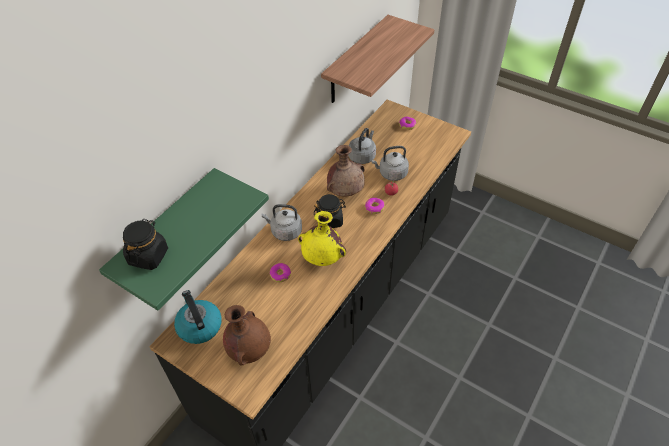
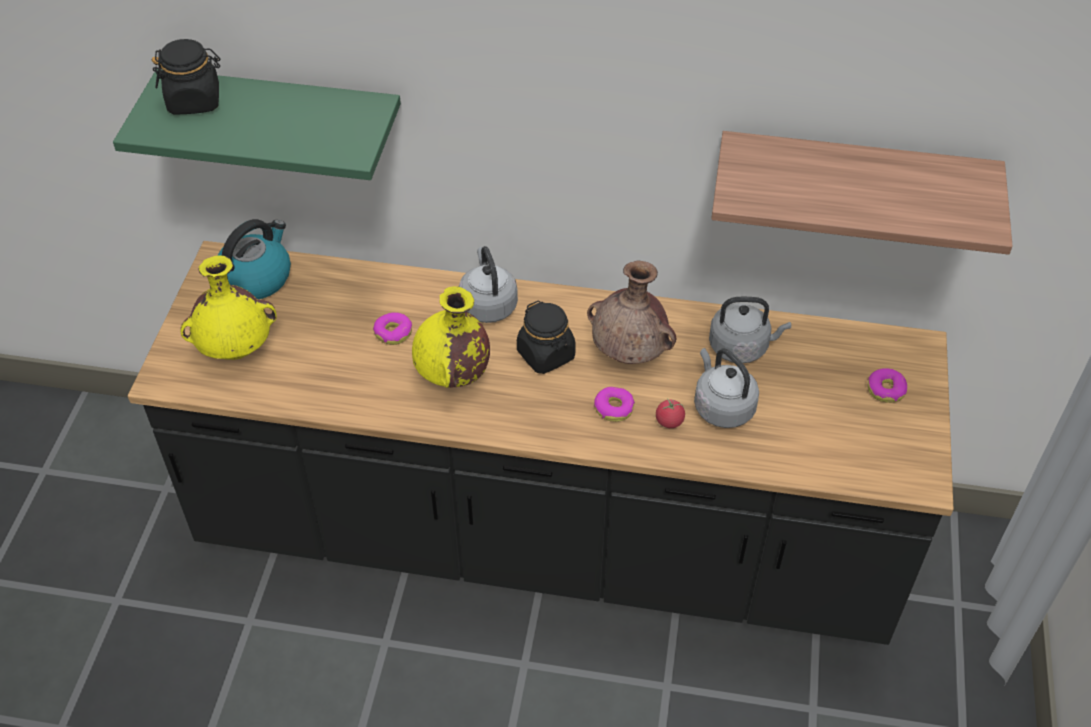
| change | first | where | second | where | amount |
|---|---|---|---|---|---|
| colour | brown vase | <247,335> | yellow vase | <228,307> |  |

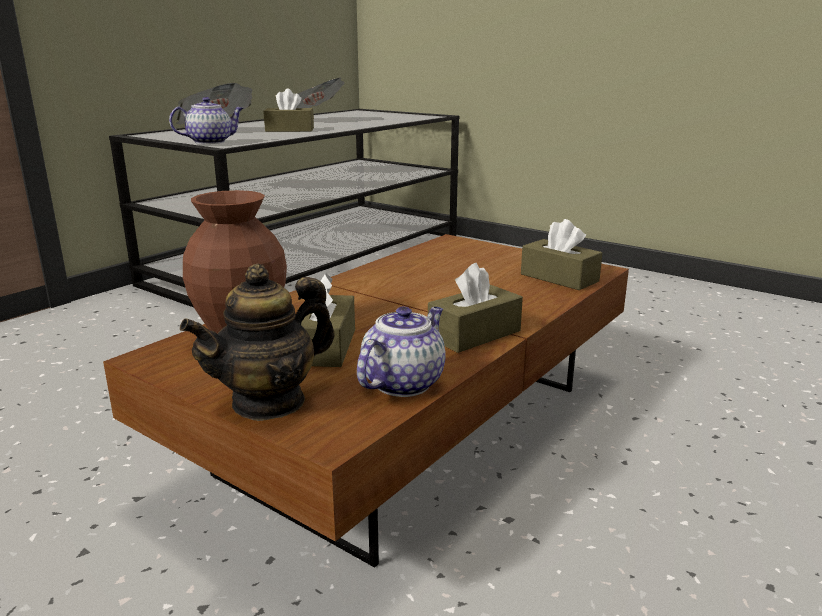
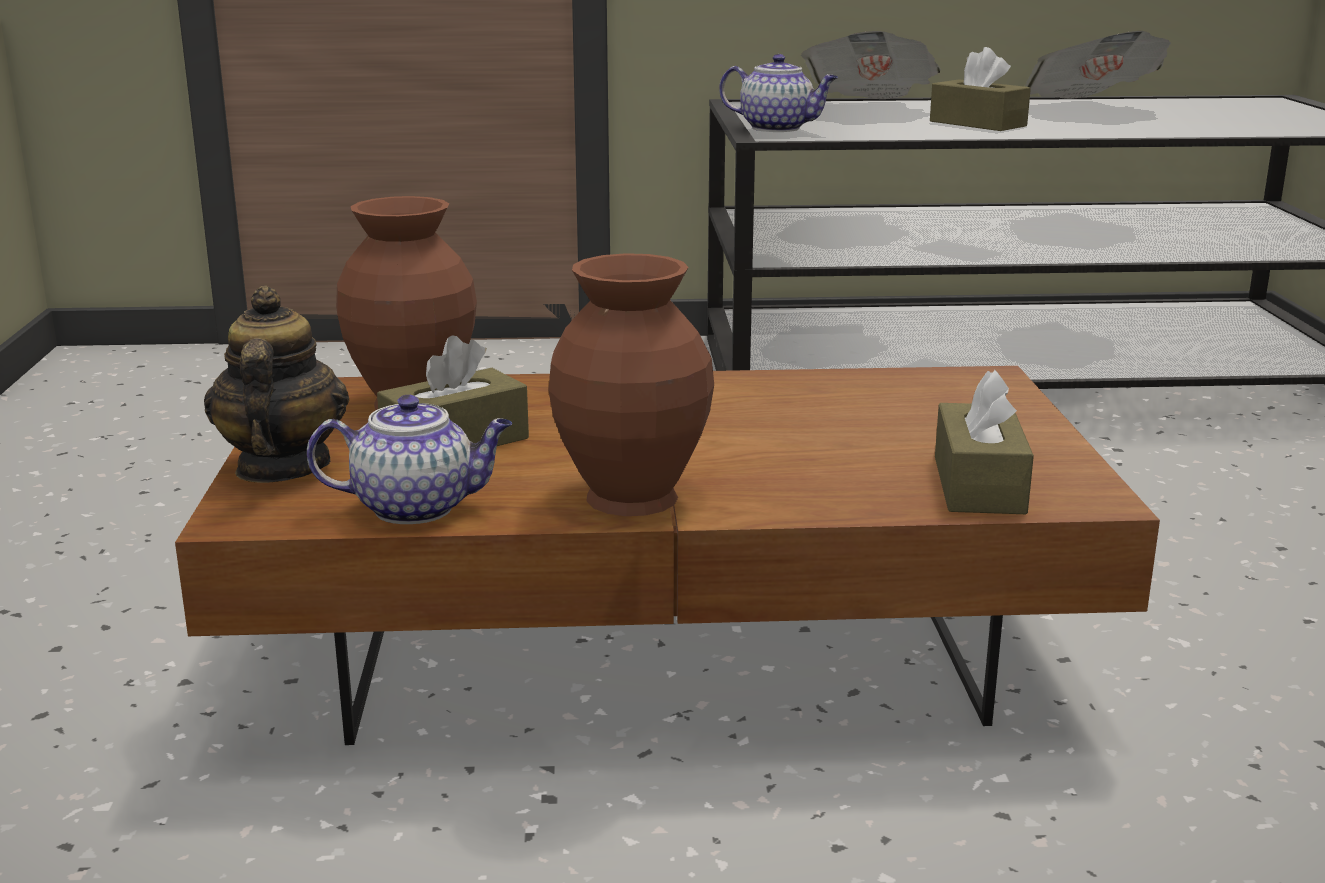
| change | first | where | second | where | amount |
|---|---|---|---|---|---|
| spun | teapot | <257,342> |  | <276,384> | 75 degrees clockwise |
| exchanged | brown tissue box | <475,308> | brown vase | <631,384> |  |

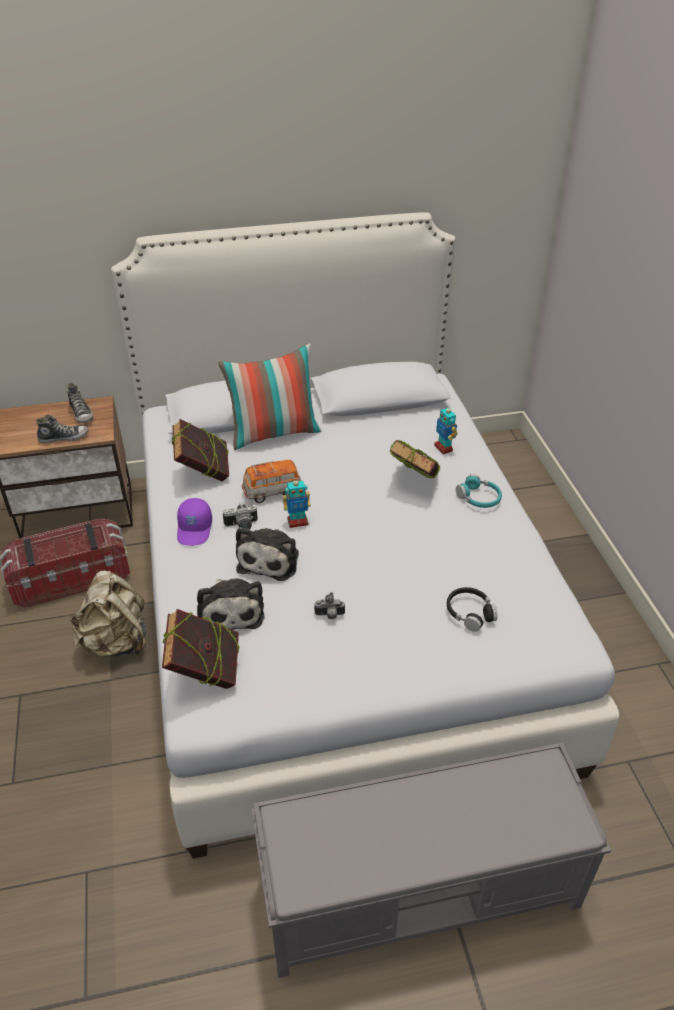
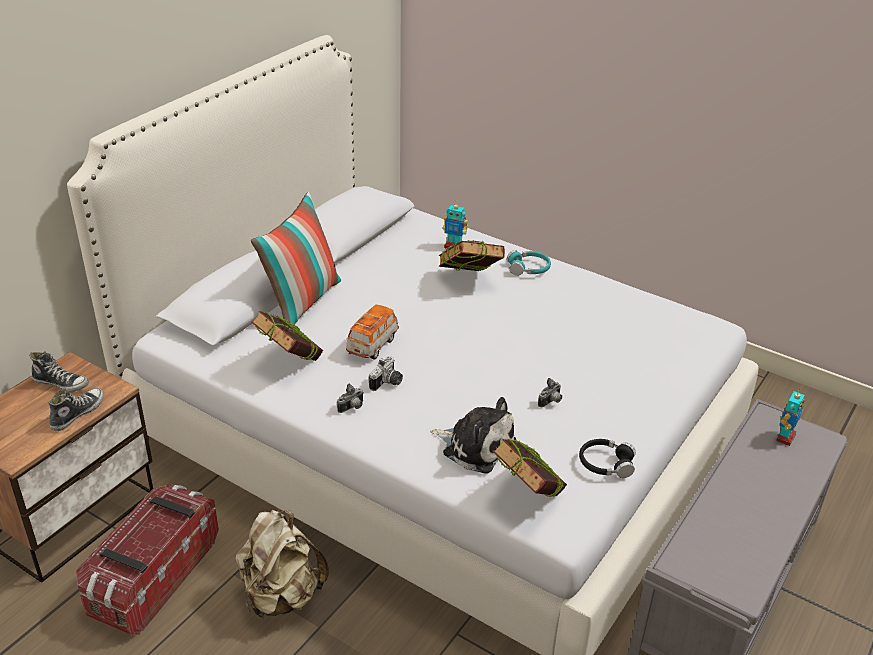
| change | first | where | second | where | amount |
|---|---|---|---|---|---|
| relocated | toy robot | <296,502> |  | <790,417> |  |
| exchanged | purple cap | <194,522> | photo camera | <350,398> |  |
| missing | plush toy | <267,554> |  |  |  |
| relocated | black headphones | <472,609> |  | <607,458> |  |

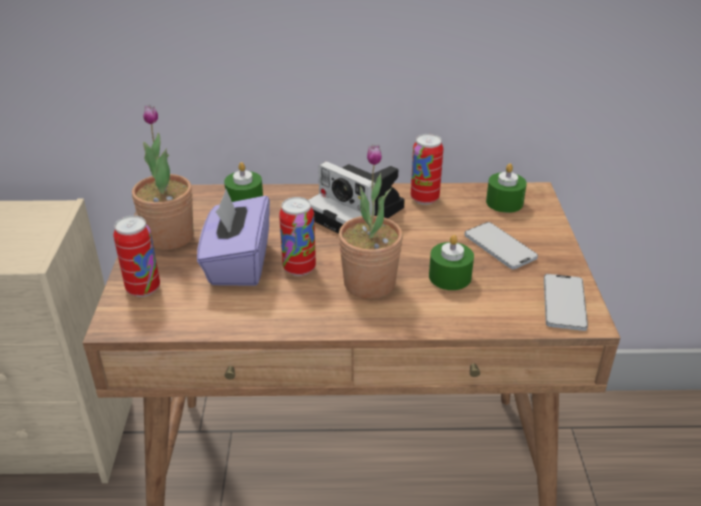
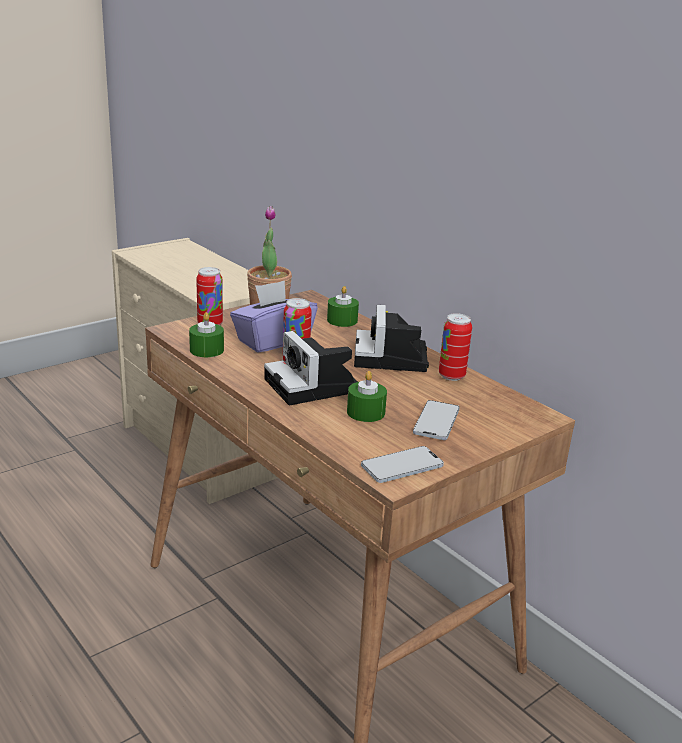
| change | first | where | second | where | amount |
|---|---|---|---|---|---|
| exchanged | potted plant | <370,221> | photo camera | <311,368> |  |
| relocated | green candle | <506,188> |  | <206,334> |  |

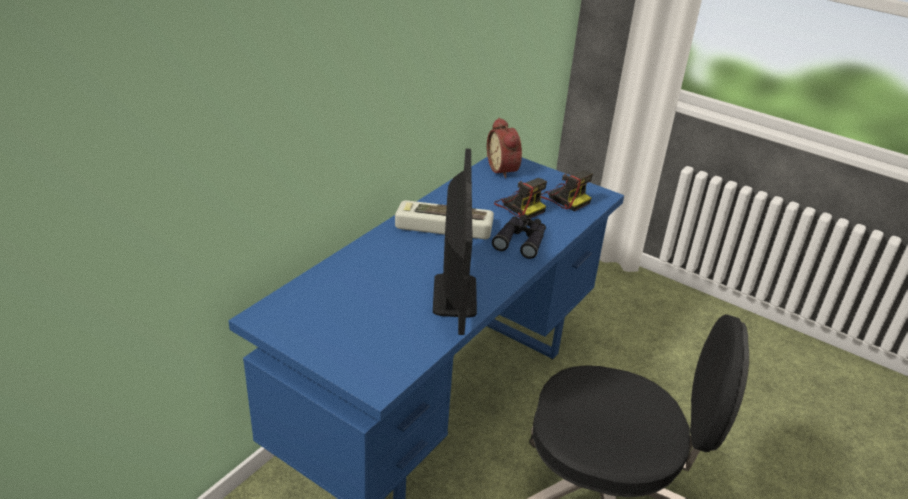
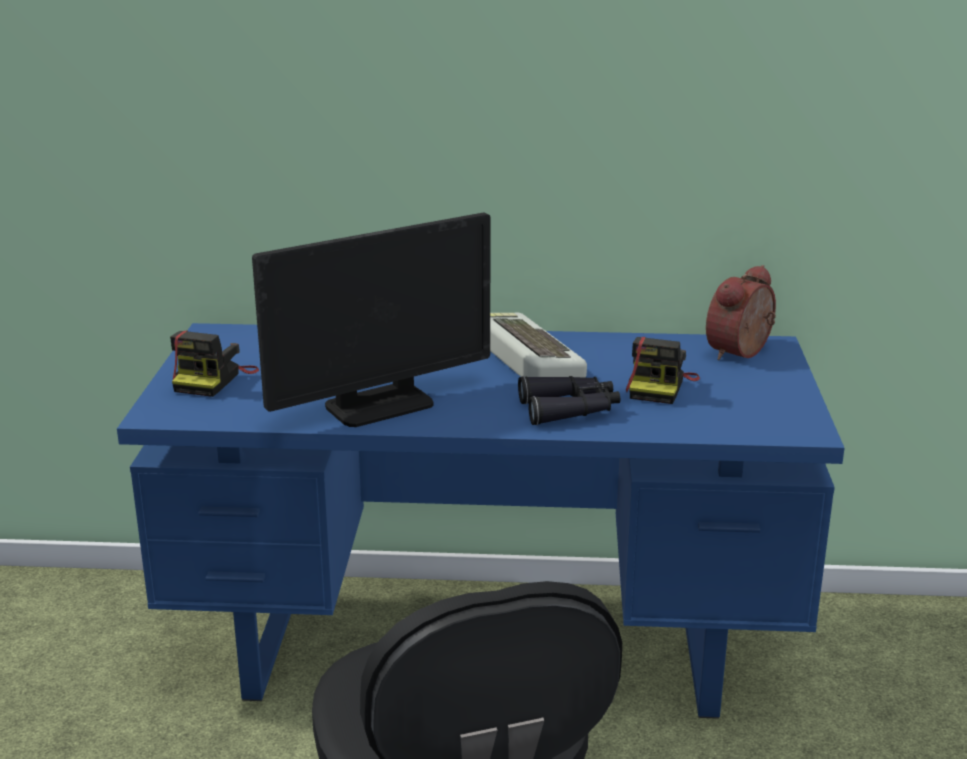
| change | first | where | second | where | amount |
|---|---|---|---|---|---|
| relocated | photo camera | <567,190> |  | <214,364> |  |

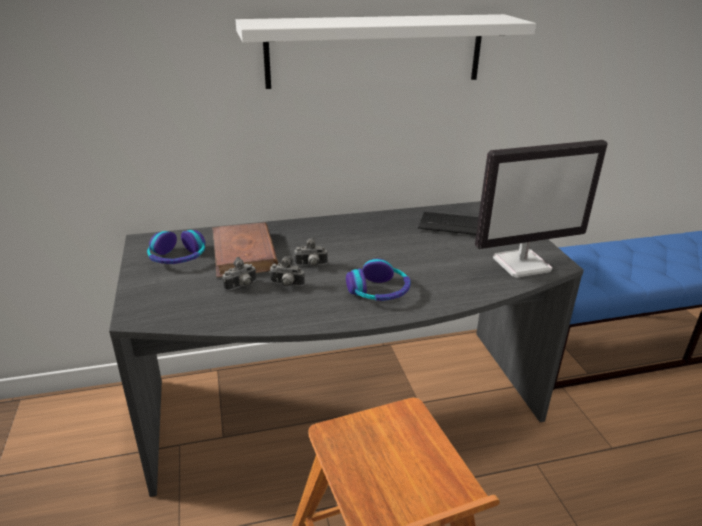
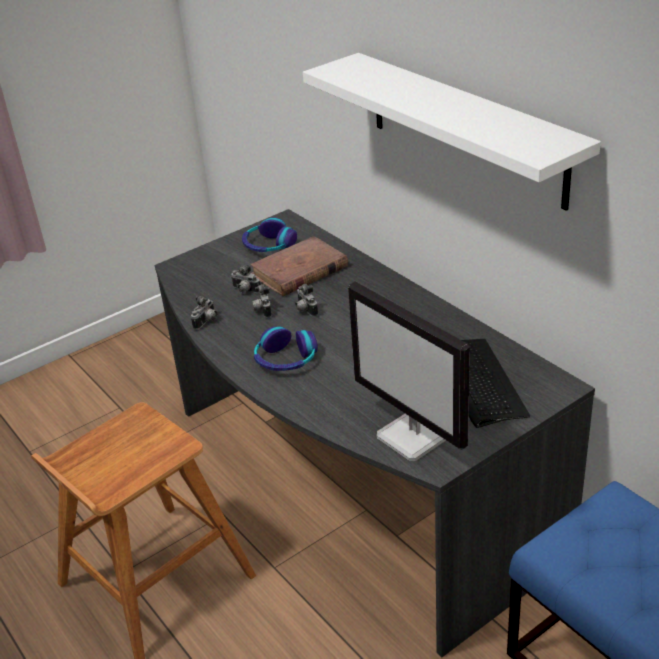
| change | first | where | second | where | amount |
|---|---|---|---|---|---|
| appeared |  |  | photo camera | <204,313> |  |

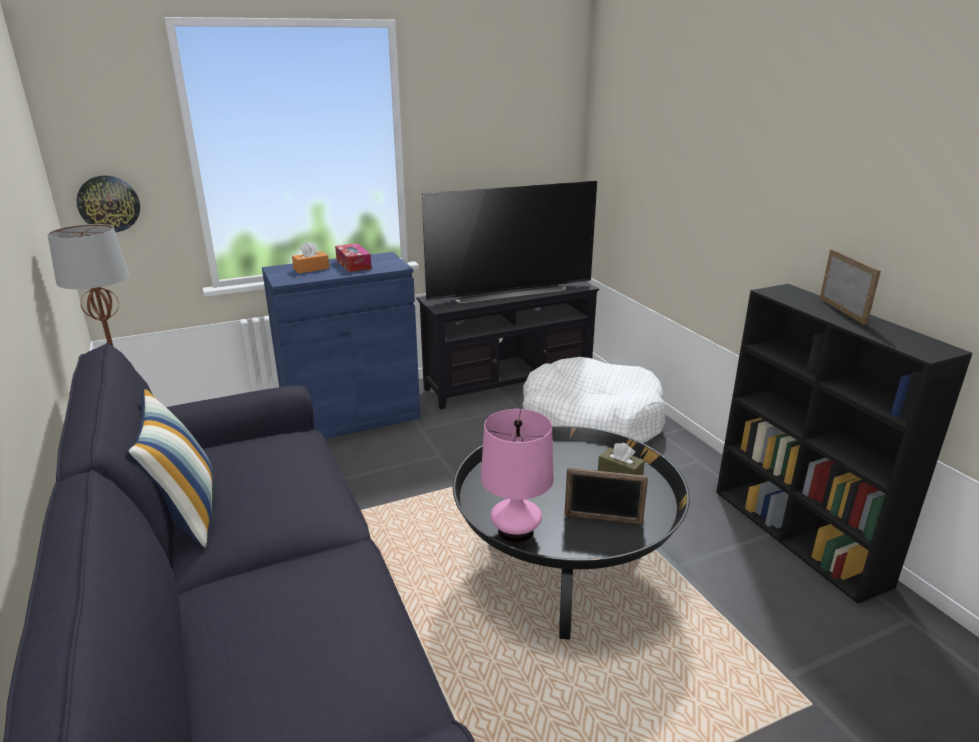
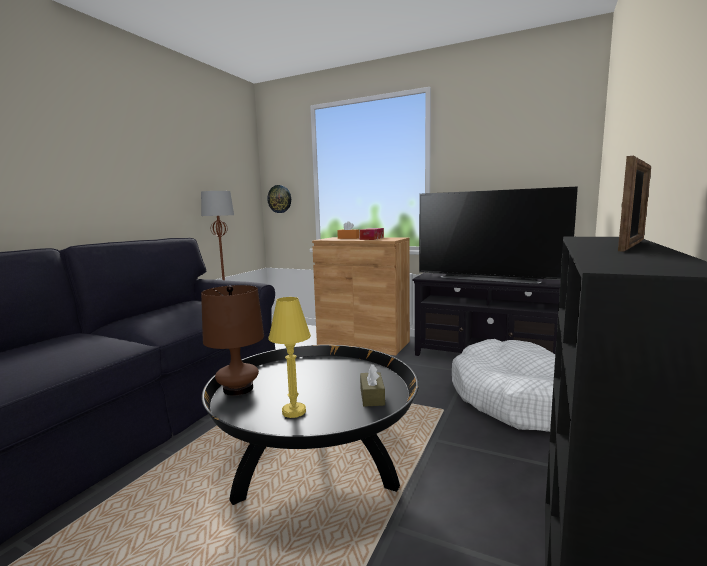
| change | first | where | second | where | amount |
|---|---|---|---|---|---|
| colour | blue cabinet | <341,345> | brown cabinet | <361,296> |  |
| missing | pillow | <170,468> |  |  |  |
| colour | pink table lamp | <517,476> | brown table lamp | <232,340> |  |
| exchanged | picture frame | <606,496> | yellow table lamp | <289,357> |  |

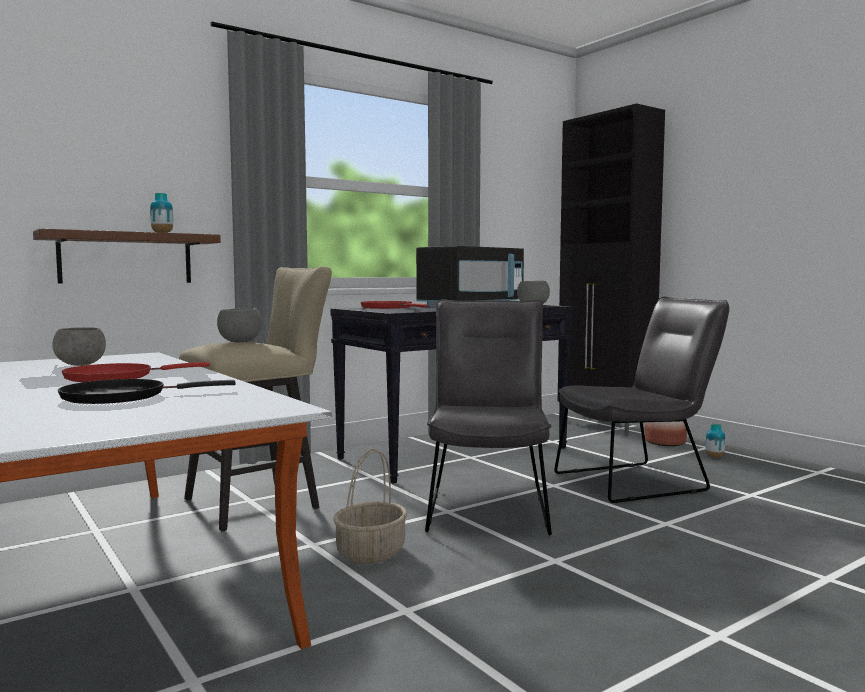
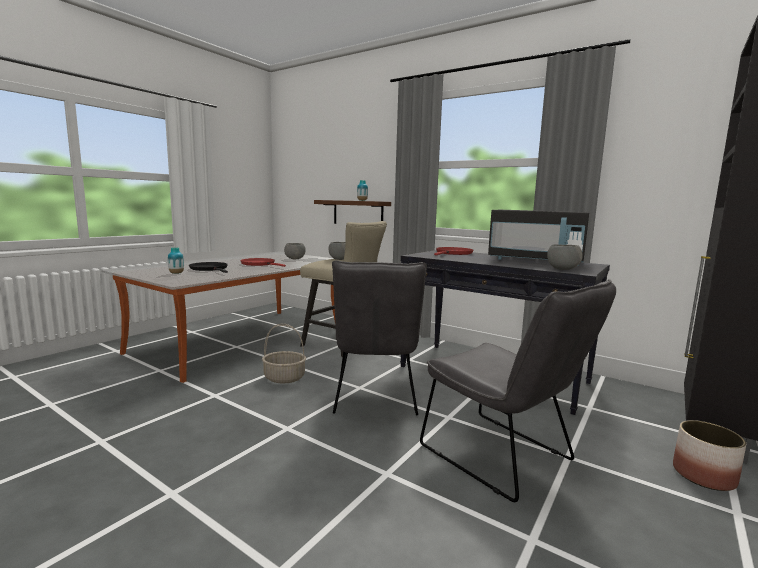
| change | first | where | second | where | amount |
|---|---|---|---|---|---|
| spun | grey chair | <488,417> |  | <379,338> | 105 degrees clockwise |
| relocated | vase | <715,441> |  | <176,260> |  |

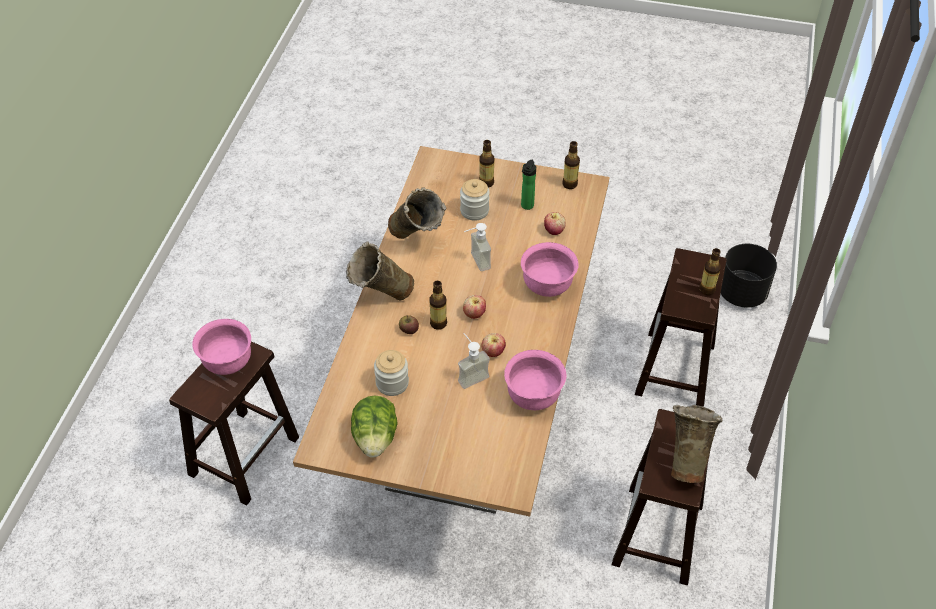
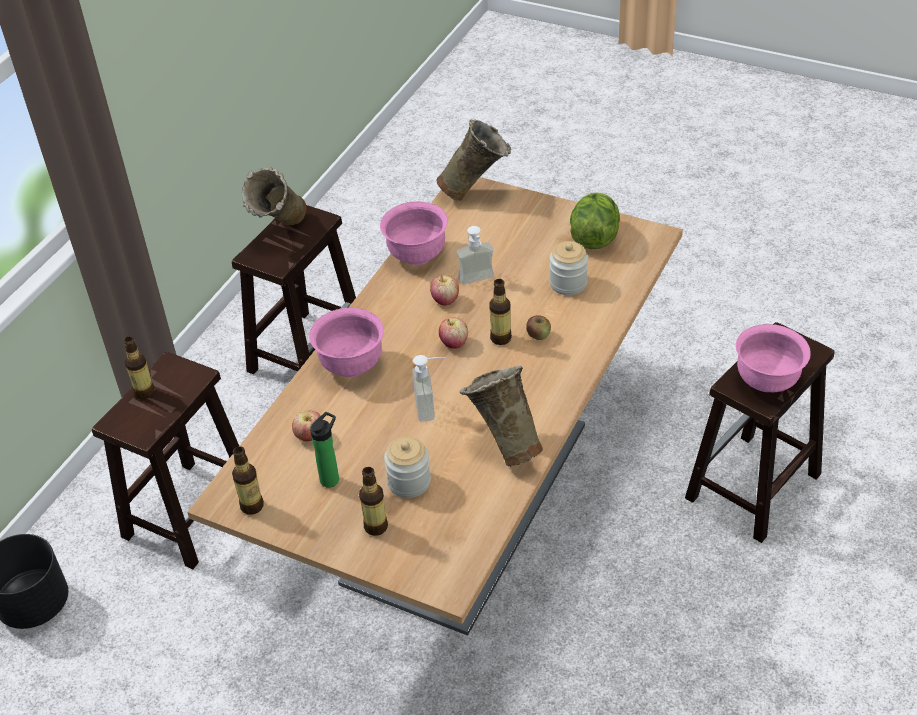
| change | first | where | second | where | amount |
|---|---|---|---|---|---|
| relocated | beige vase | <380,271> |  | <473,160> |  |

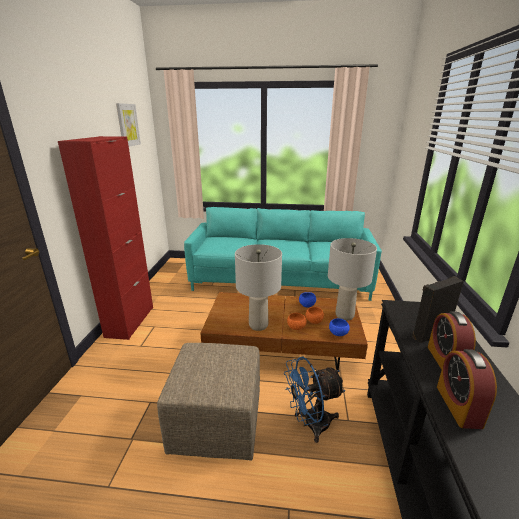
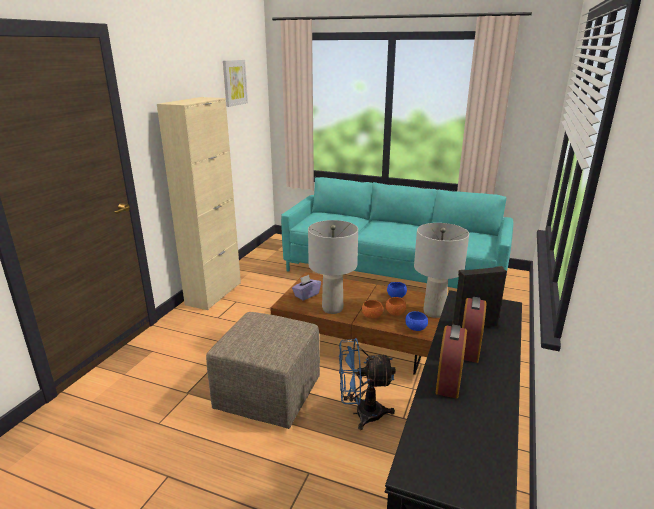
| change | first | where | second | where | amount |
|---|---|---|---|---|---|
| colour | red cabinet | <105,238> | beige cabinet | <199,203> |  |
| appeared |  |  | purple tissue box | <306,287> |  |

